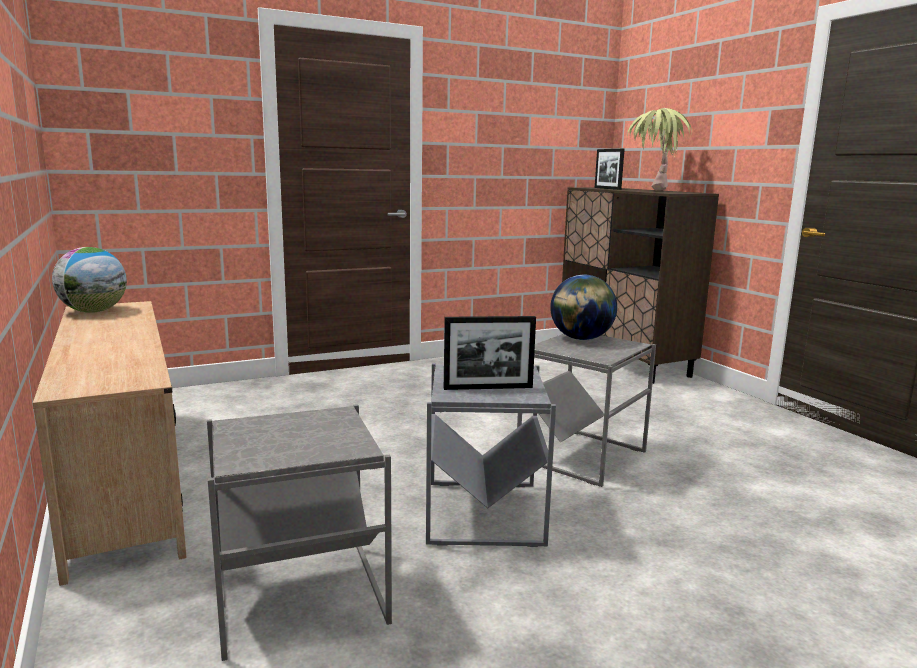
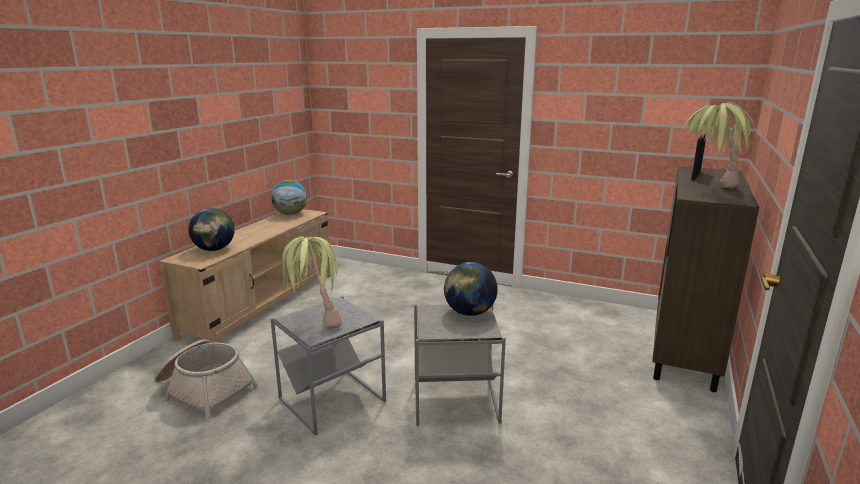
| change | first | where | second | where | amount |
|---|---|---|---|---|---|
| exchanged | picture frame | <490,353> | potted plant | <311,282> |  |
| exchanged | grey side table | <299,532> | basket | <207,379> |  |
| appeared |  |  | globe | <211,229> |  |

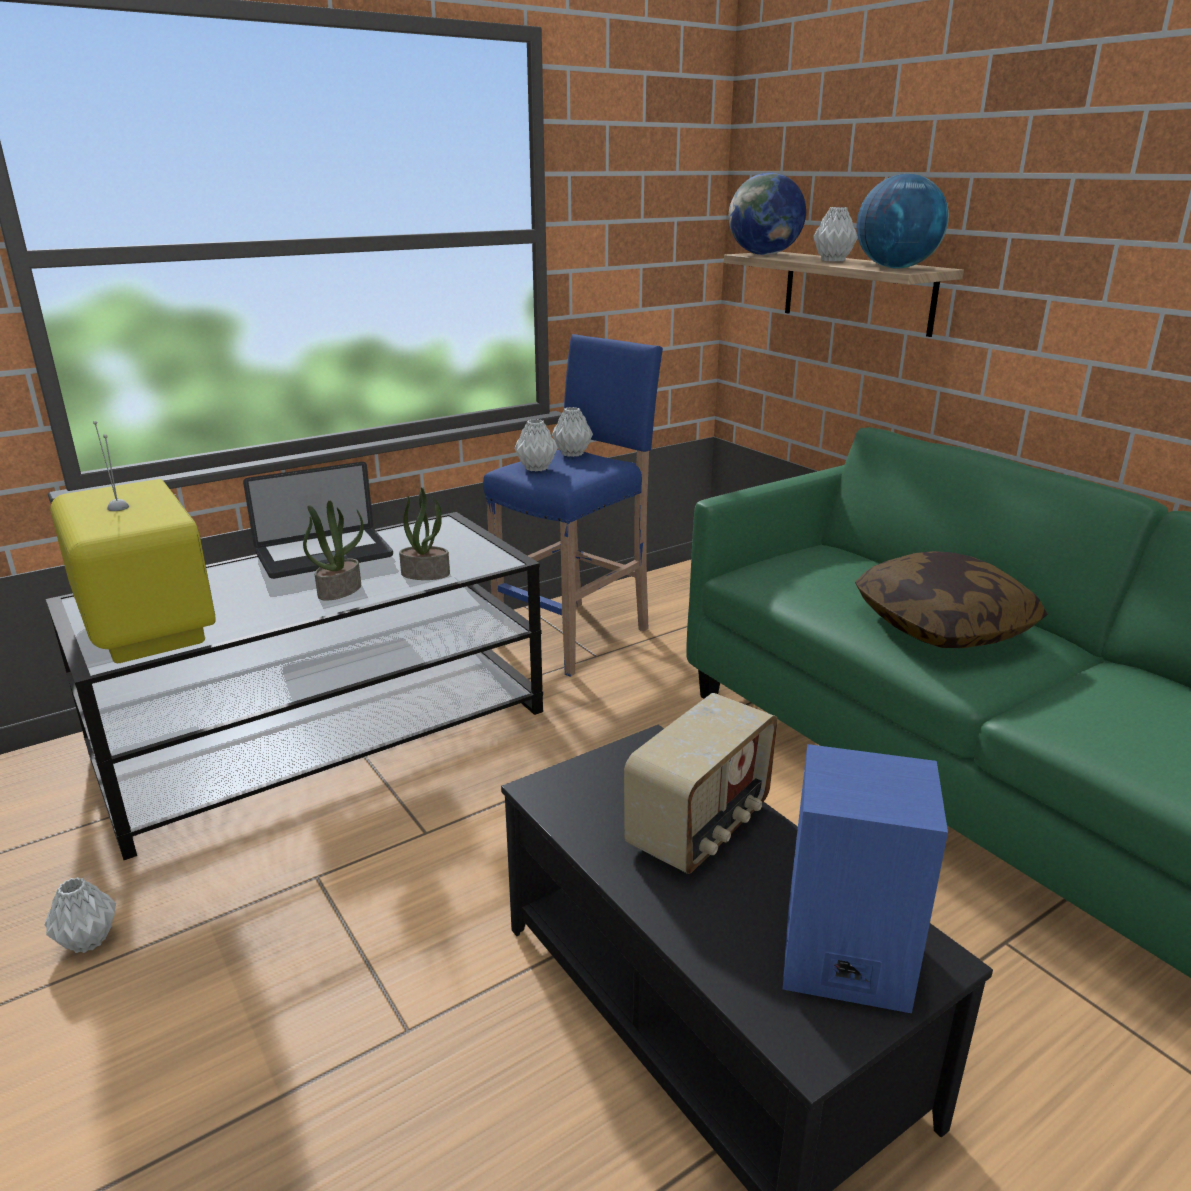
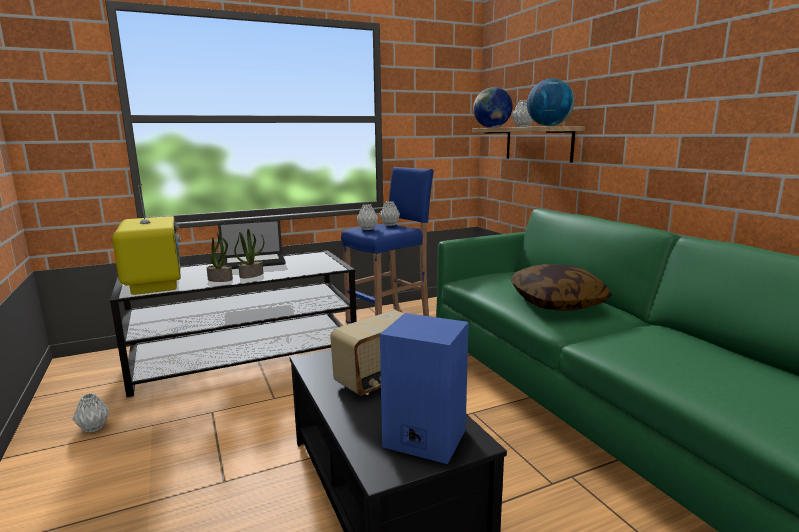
| change | first | where | second | where | amount |
|---|---|---|---|---|---|
| relocated | potted plant | <424,533> |  | <220,257> |  |

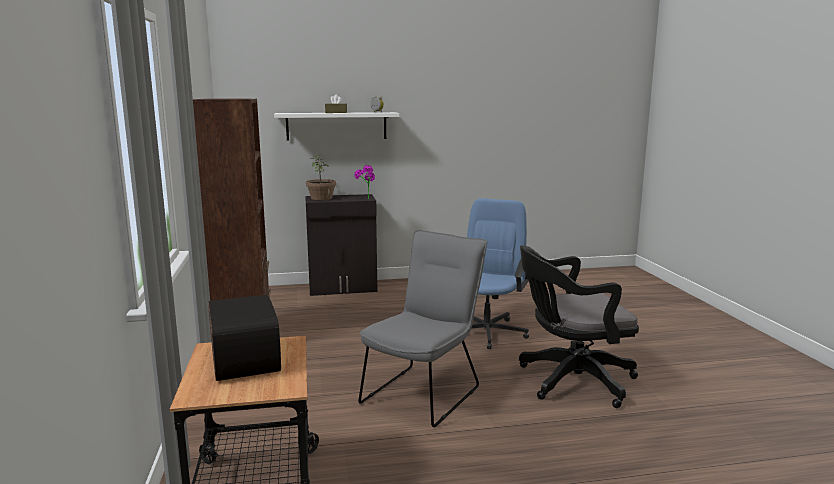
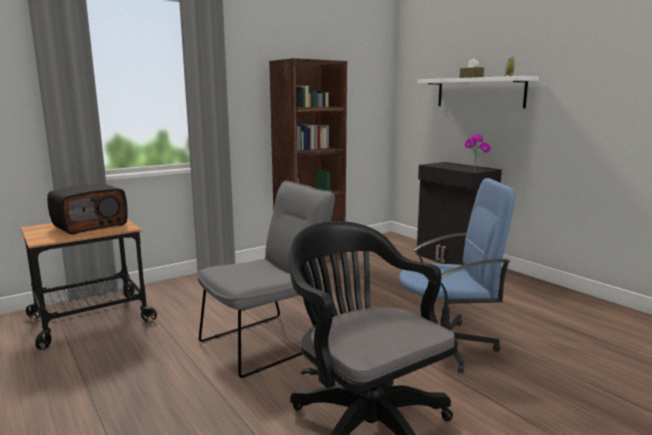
| change | first | where | second | where | amount |
|---|---|---|---|---|---|
| missing | potted plant | <321,177> |  |  |  |
| spun | grey chair | <422,328> |  | <265,279> | 45 degrees counterclockwise |

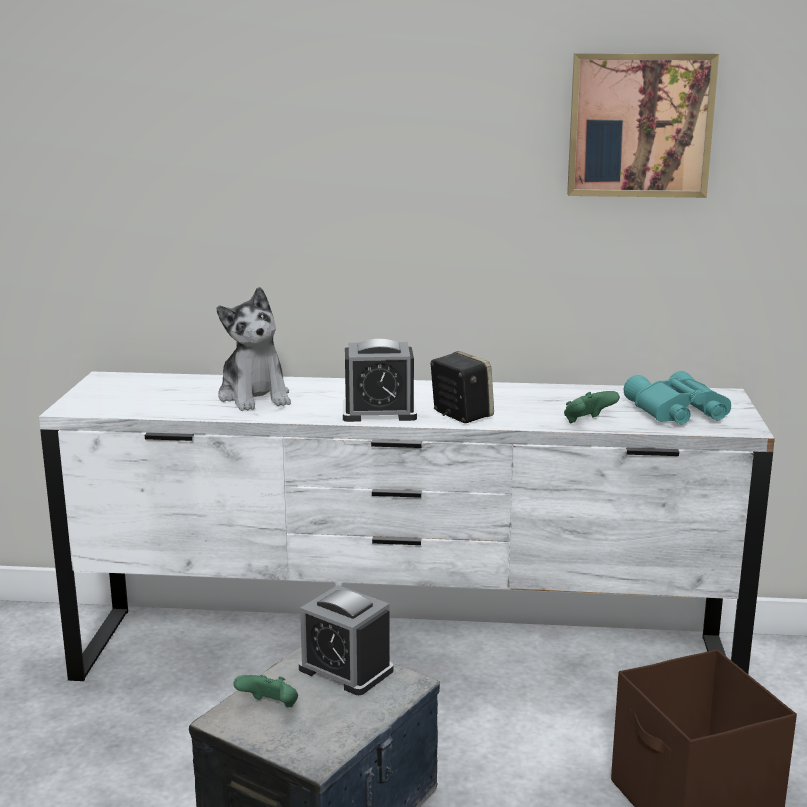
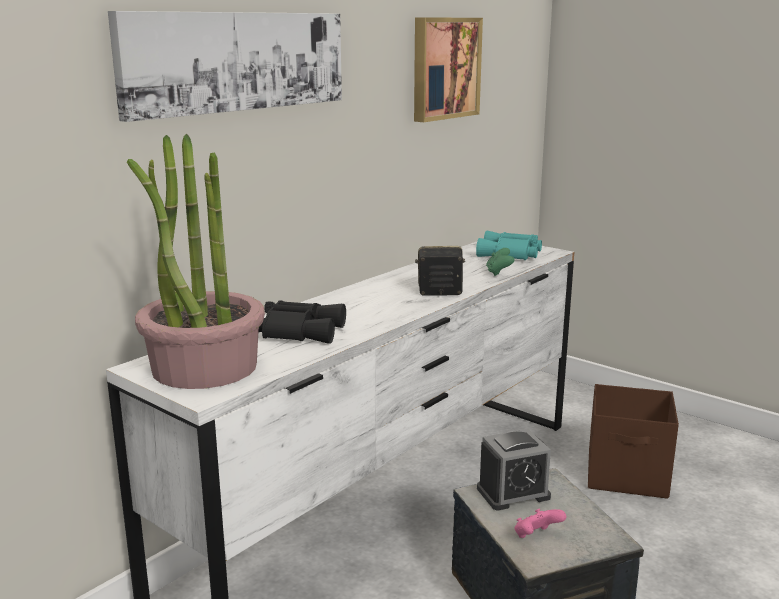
| change | first | where | second | where | amount |
|---|---|---|---|---|---|
| exchanged | plush toy | <254,349> | black binoculars | <302,322> |  |
| missing | alarm clock | <380,380> |  |  |  |
| colour | green game controller | <265,691> | pink game controller | <540,523> |  |
| appeared |  |  | picture | <225,66> |  |
| appeared |  |  | potted plant | <196,261> |  |

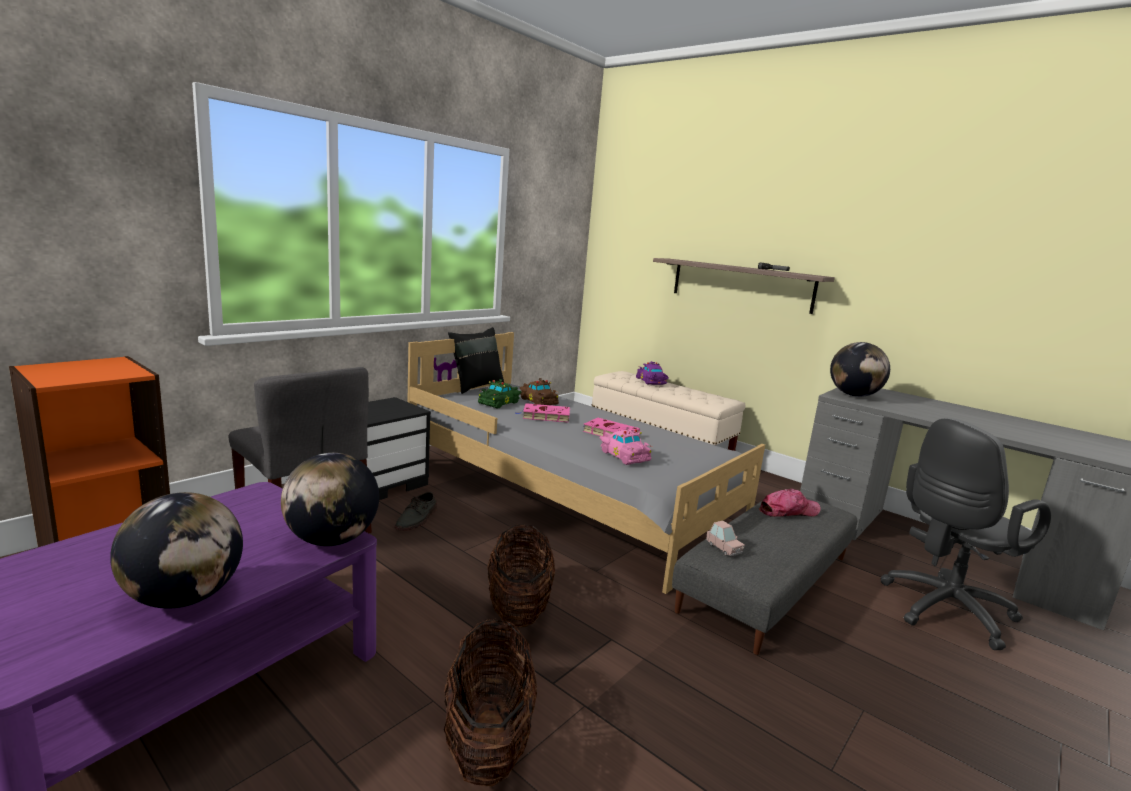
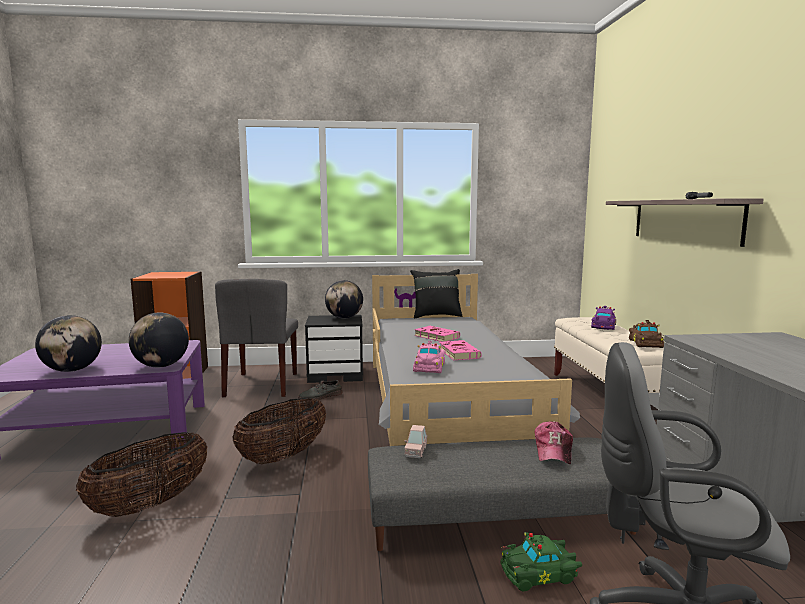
| change | first | where | second | where | amount |
|---|---|---|---|---|---|
| relocated | globe | <860,369> |  | <344,299> |  |
| relocated | brown toy car | <539,391> |  | <646,334> |  |
| relocated | green toy car | <500,394> |  | <541,562> |  |
| spun | cap | <790,503> |  | <554,443> | 75 degrees clockwise |

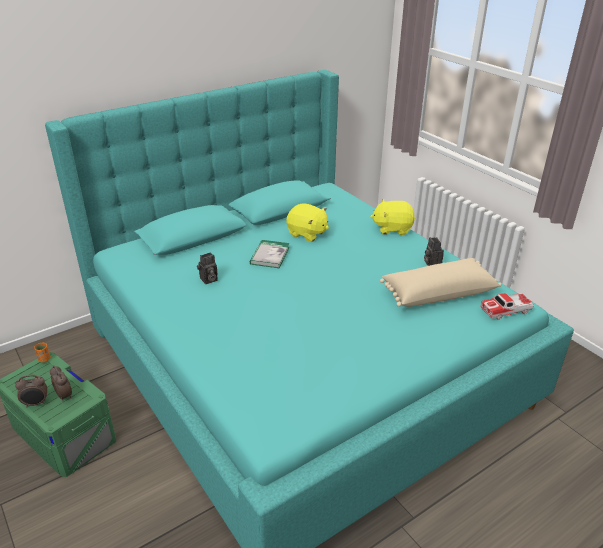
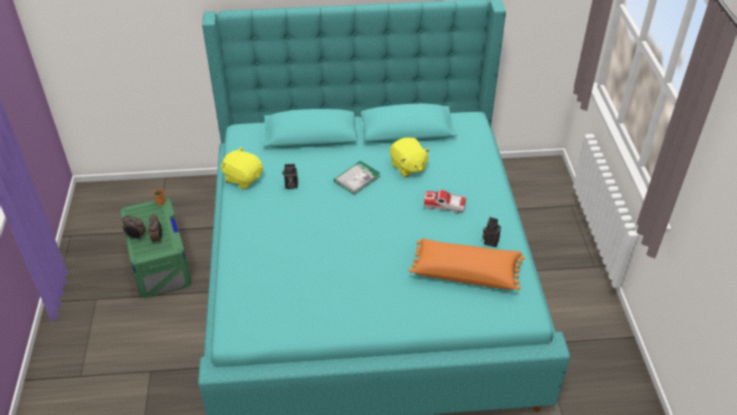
| change | first | where | second | where | amount |
|---|---|---|---|---|---|
| relocated | yellow plush toy | <392,217> |  | <241,168> |  |
| colour | beige pillow | <441,282> | orange pillow | <467,264> |  |
| relocated | toy car | <507,306> |  | <445,202> |  |

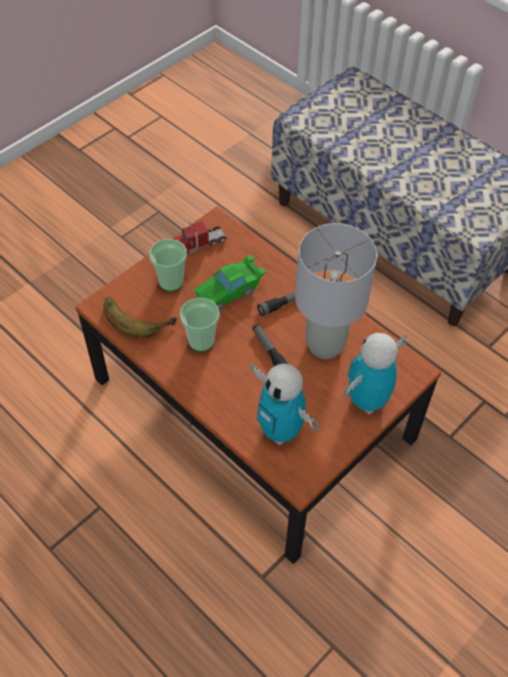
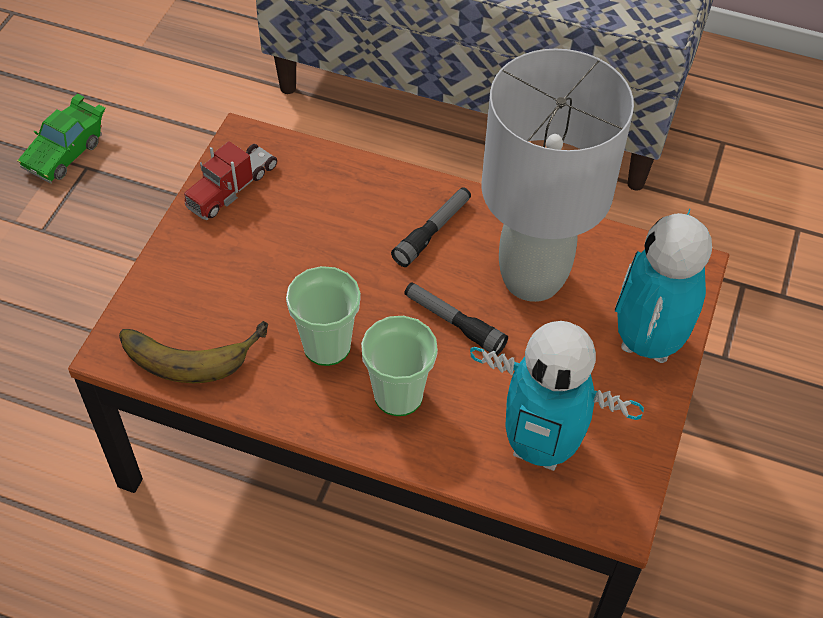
| change | first | where | second | where | amount |
|---|---|---|---|---|---|
| relocated | cup | <168,265> |  | <399,366> |  |
| relocated | green toy car | <229,283> |  | <61,139> |  |

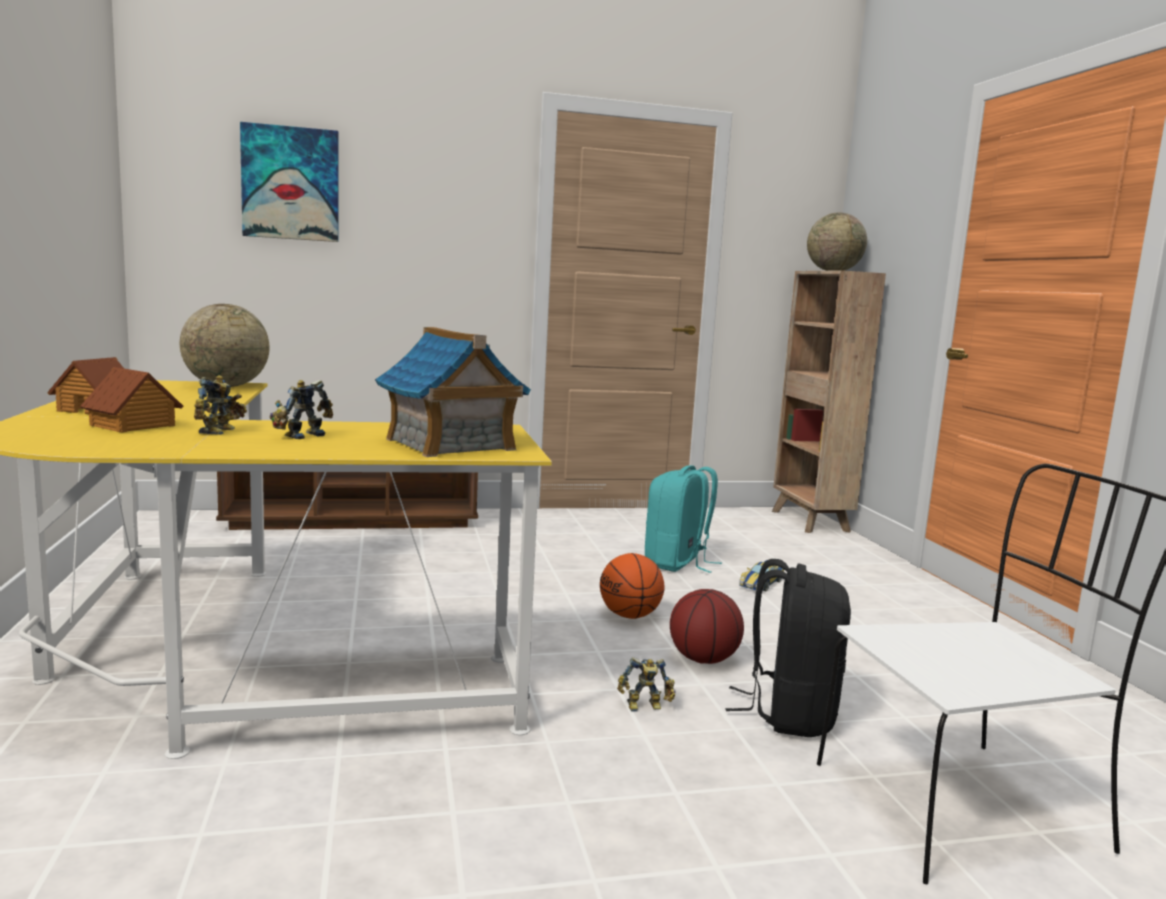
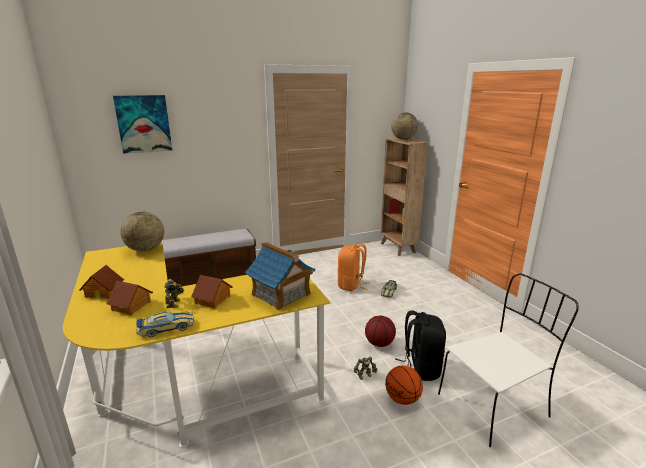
| change | first | where | second | where | amount |
|---|---|---|---|---|---|
| exchanged | toy robot | <301,409> | toy house | <211,291> |  |
| colour | turquoise backpack | <683,519> | orange backpack | <353,267> |  |
| relocated | basketball | <632,586> |  | <404,385> |  |
| appeared |  |  | toy car | <165,324> |  |

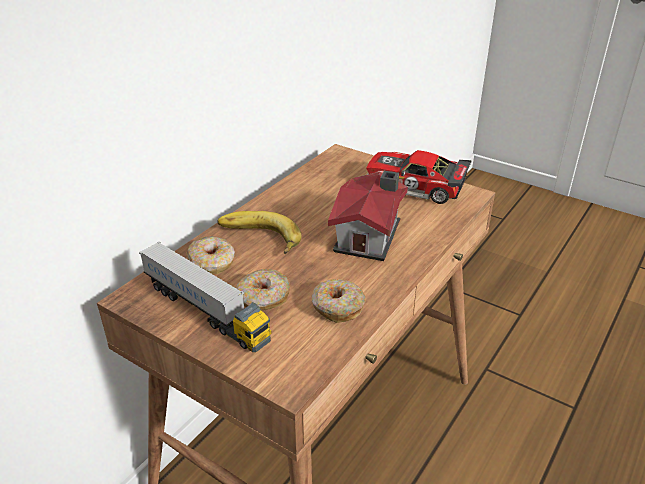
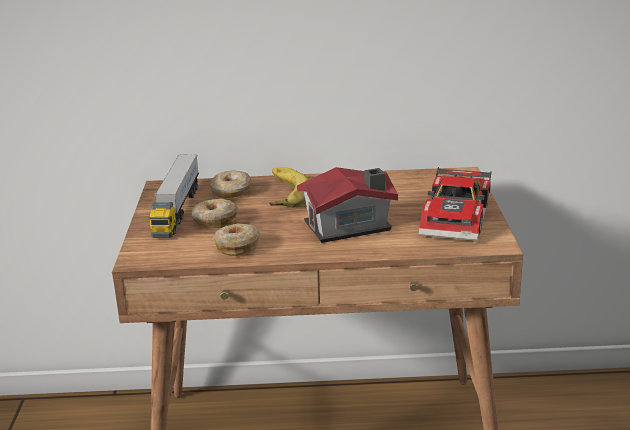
| change | first | where | second | where | amount |
|---|---|---|---|---|---|
| spun | toy car | <418,177> |  | <455,204> | 150 degrees counterclockwise |

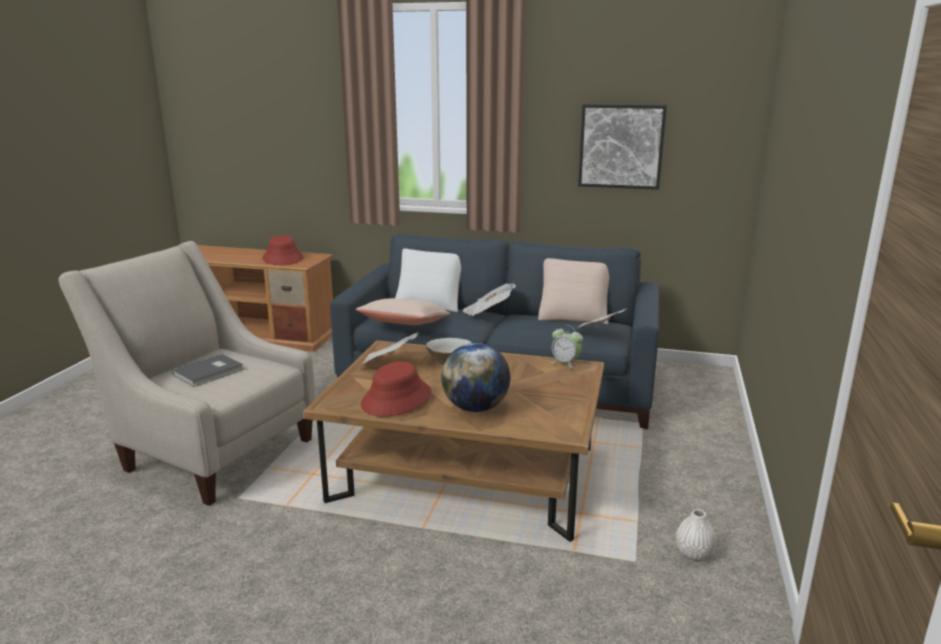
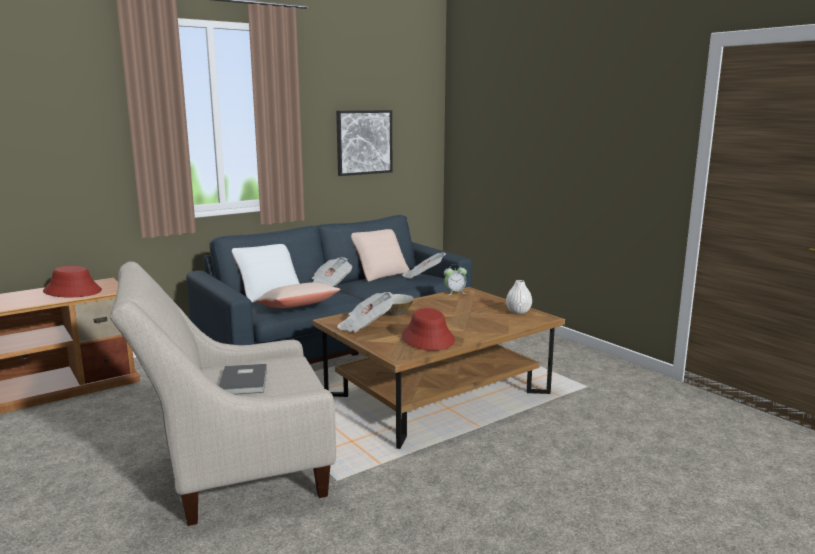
| change | first | where | second | where | amount |
|---|---|---|---|---|---|
| missing | globe | <475,377> |  |  |  |
| relocated | white vase | <696,534> |  | <519,297> |  |

